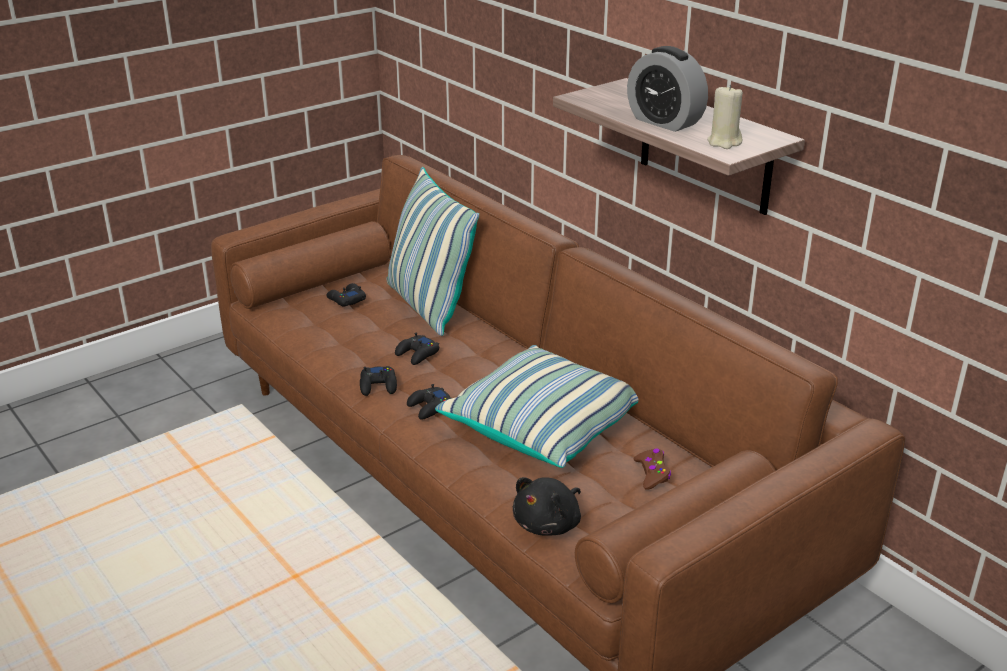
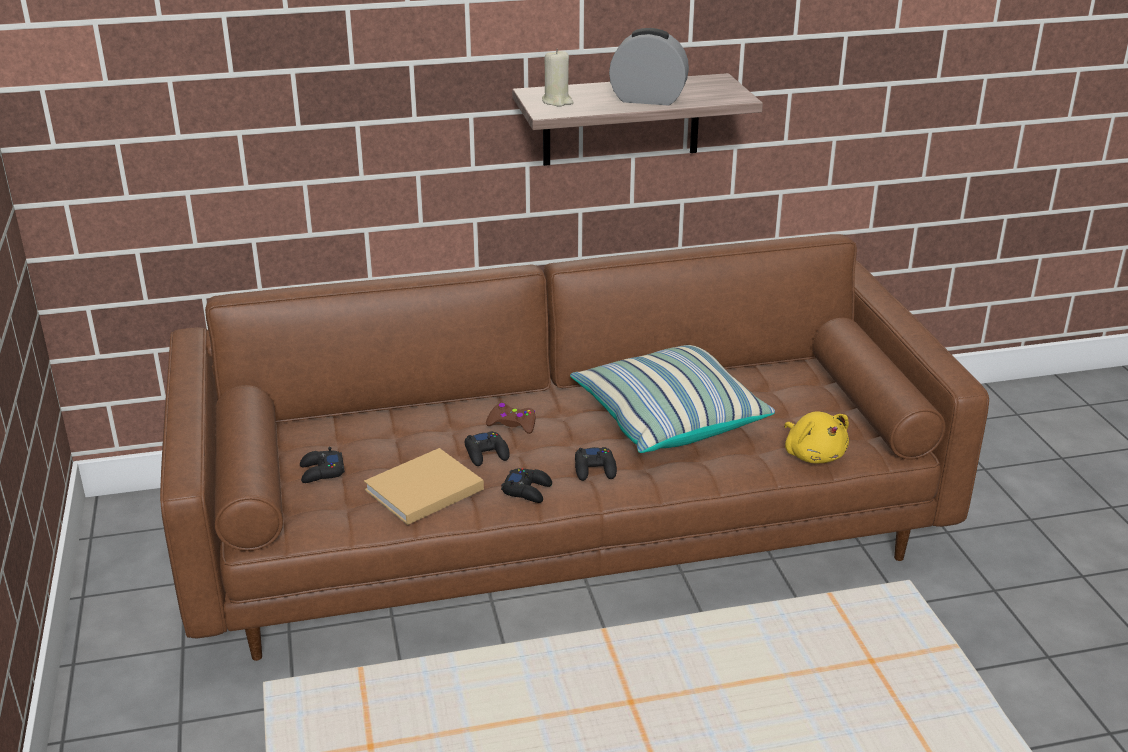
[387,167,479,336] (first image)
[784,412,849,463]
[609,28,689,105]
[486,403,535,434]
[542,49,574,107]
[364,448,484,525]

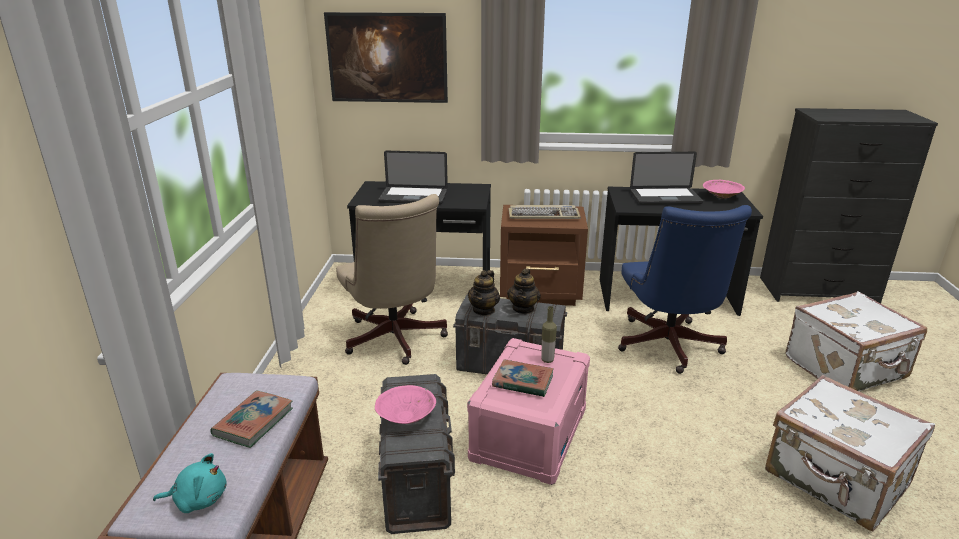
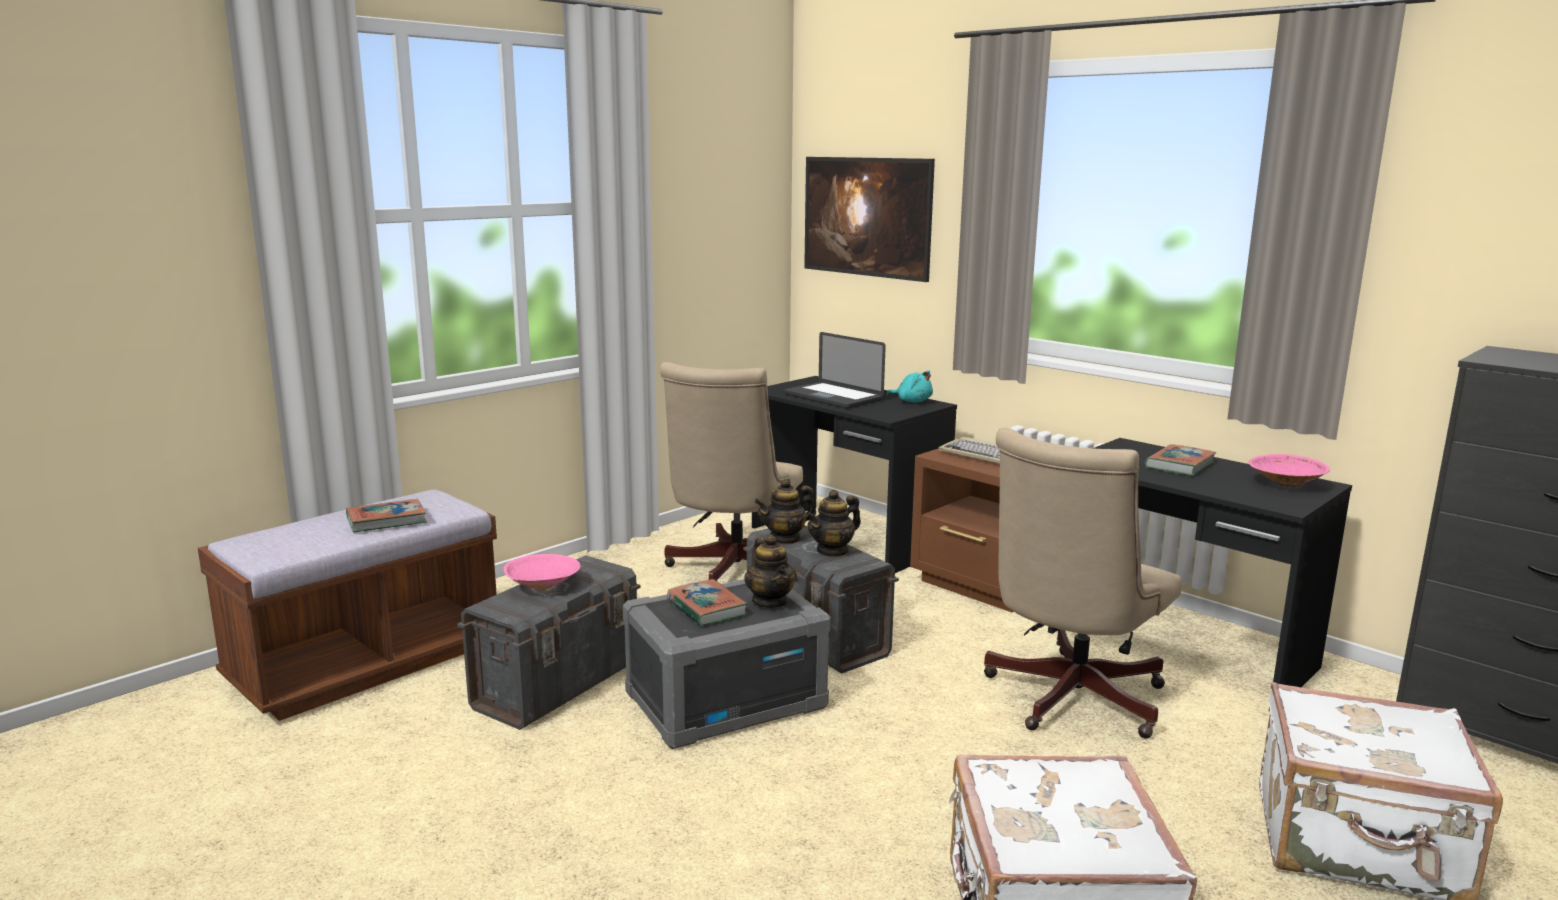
[886,371,933,402]
[622,579,831,749]
[744,534,797,609]
[984,428,1182,739]
[1145,444,1216,476]

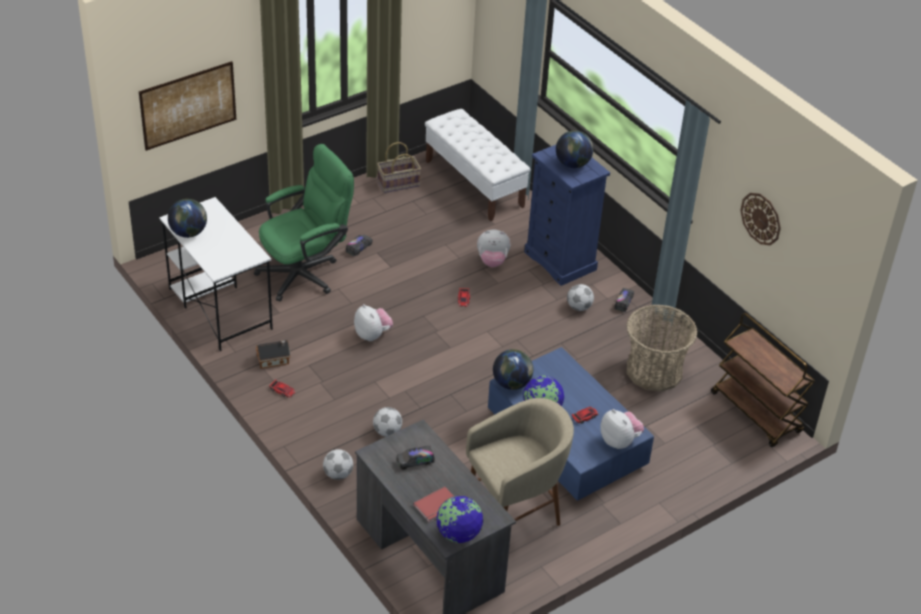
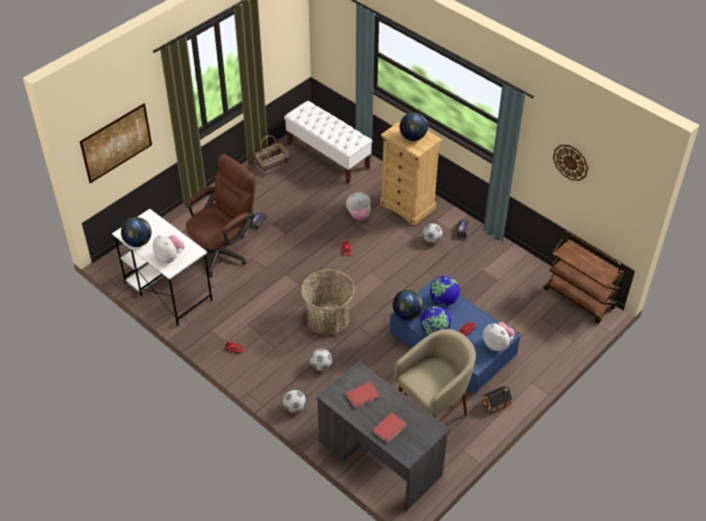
[186,154,256,277]
[482,386,513,414]
[153,235,185,263]
[345,382,380,409]
[430,276,460,306]
[380,120,442,226]
[301,269,355,336]

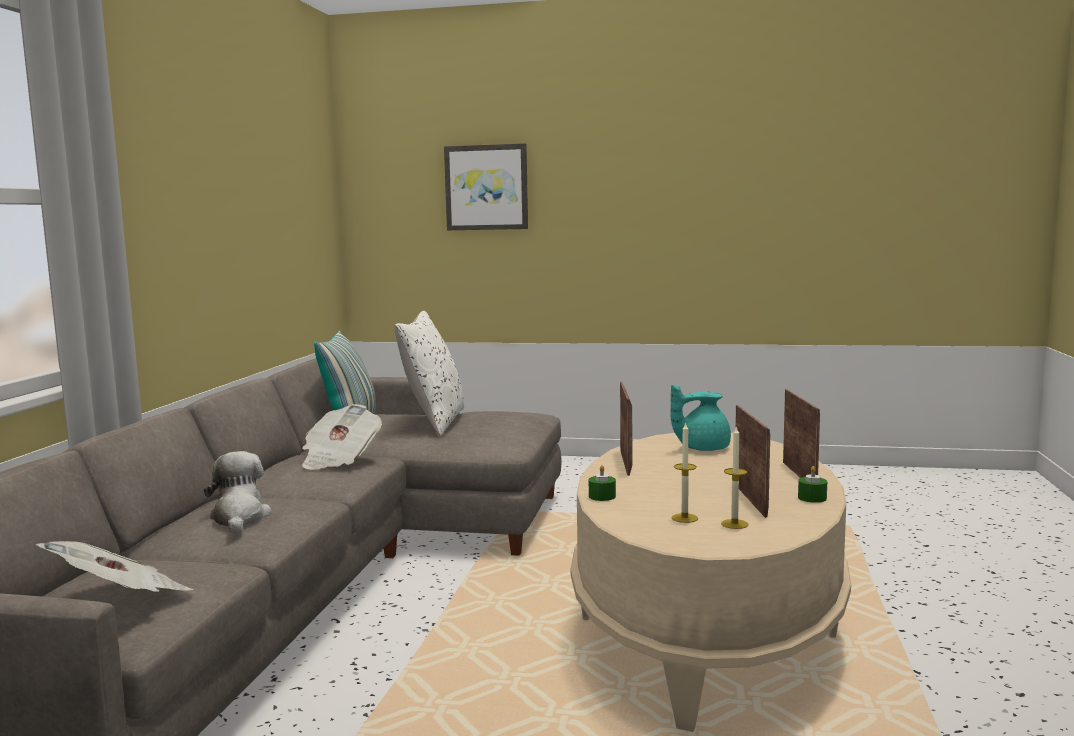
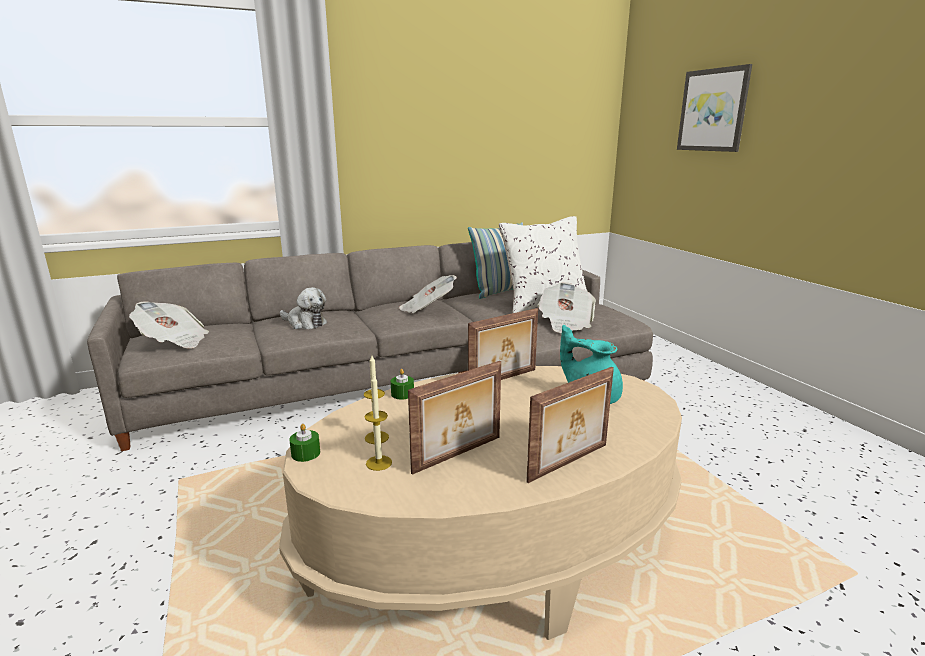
[280,287,327,329]
[289,424,320,462]
[538,282,596,333]

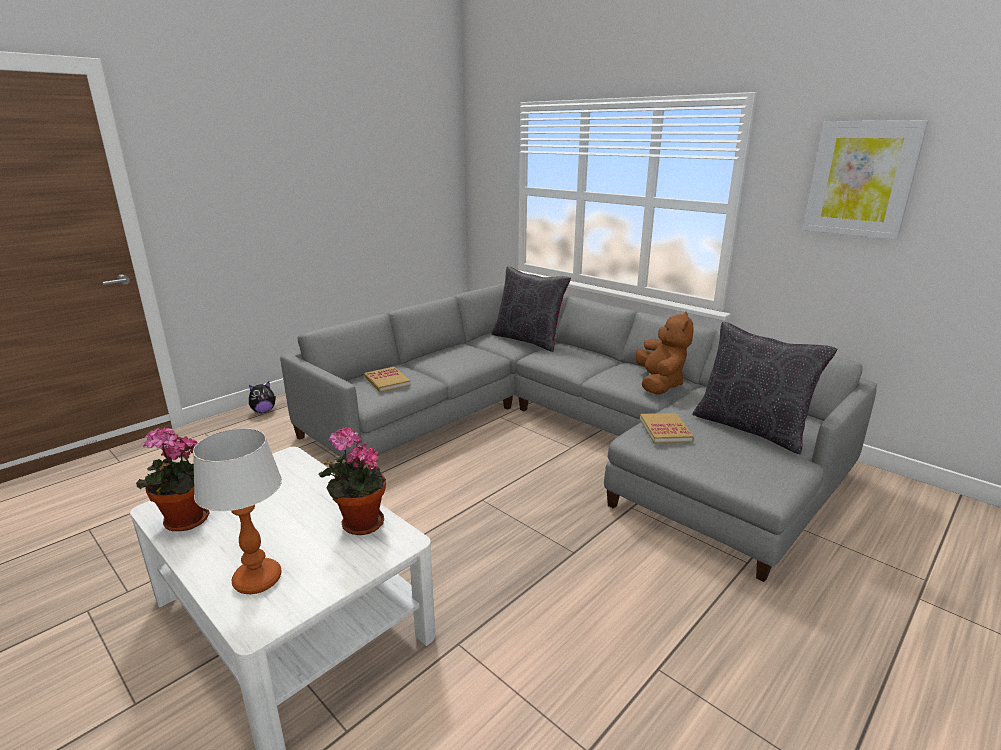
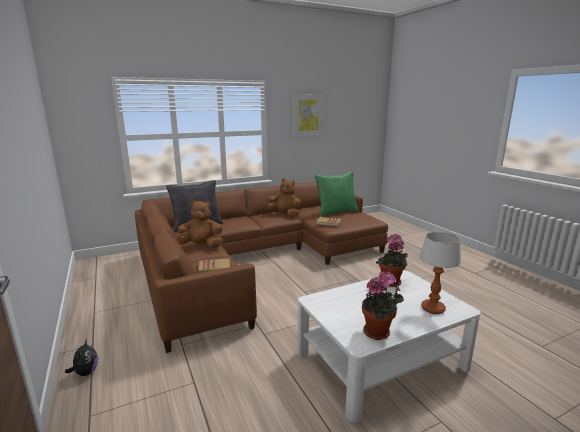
[135,182,388,353]
[315,172,359,216]
[176,200,223,248]

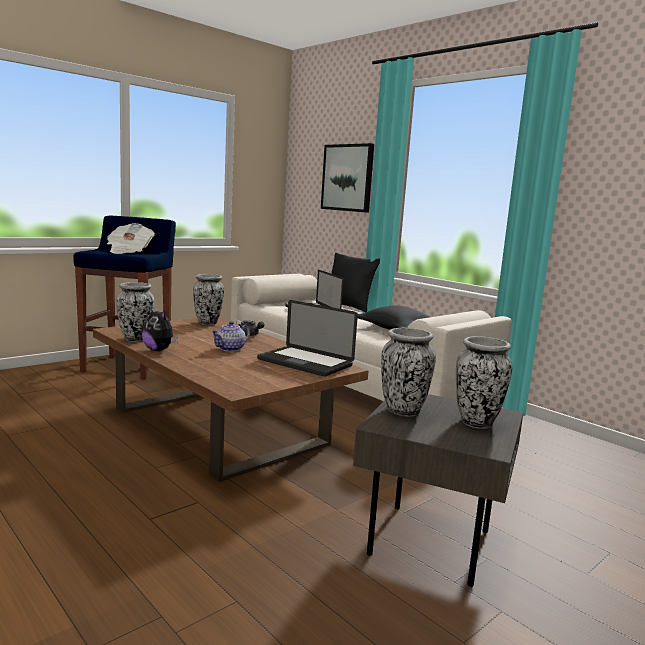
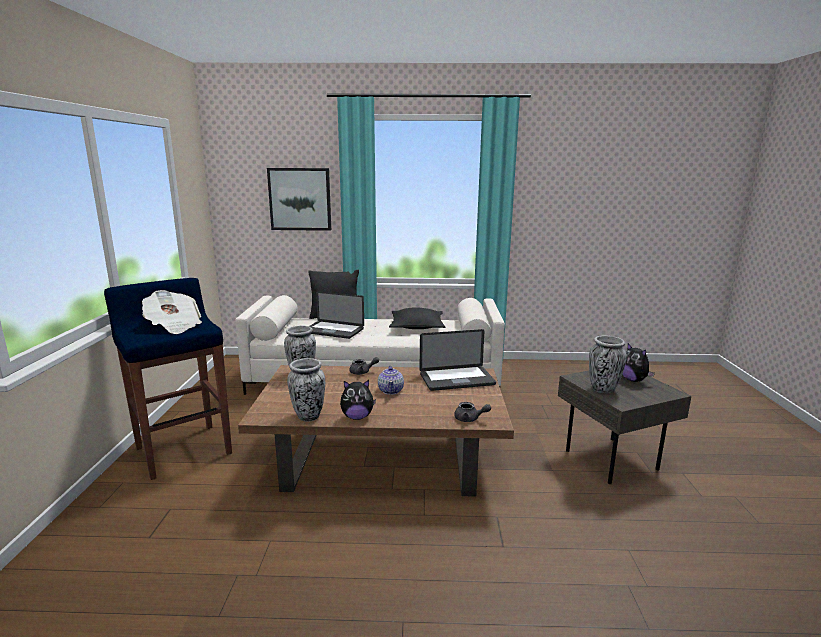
[622,343,655,382]
[454,402,491,422]

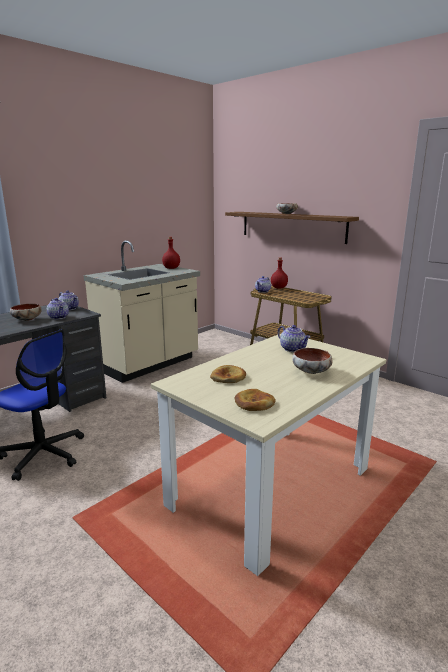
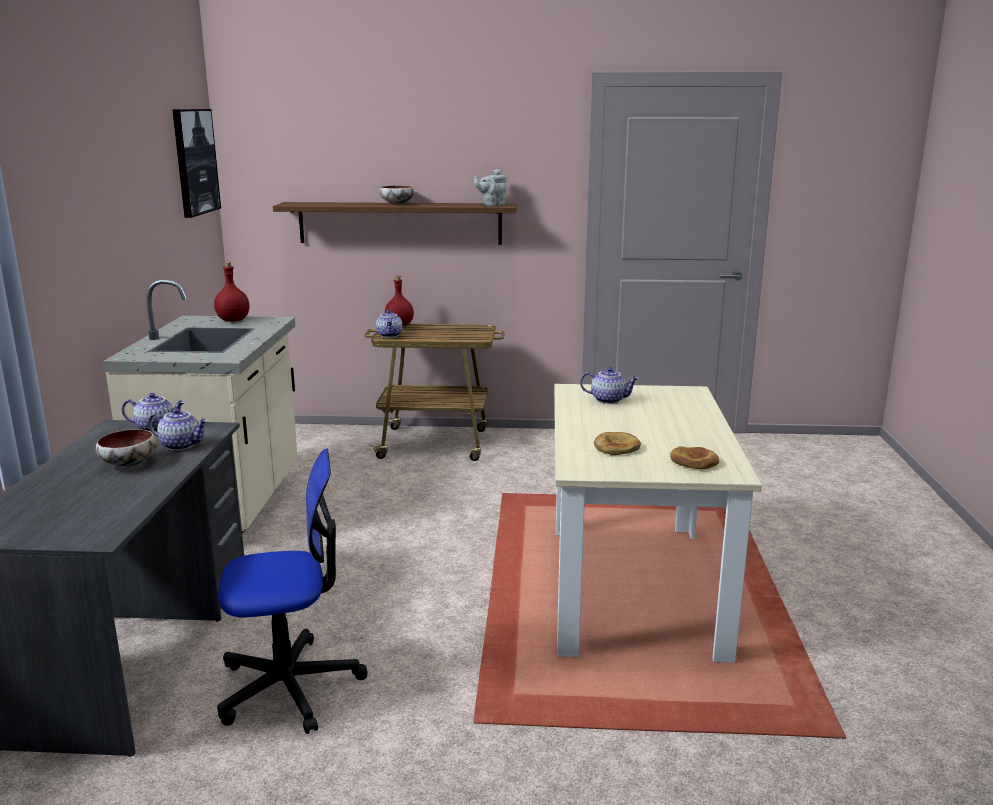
[292,348,332,374] (first image)
[173,109,221,218]
[474,169,507,206]

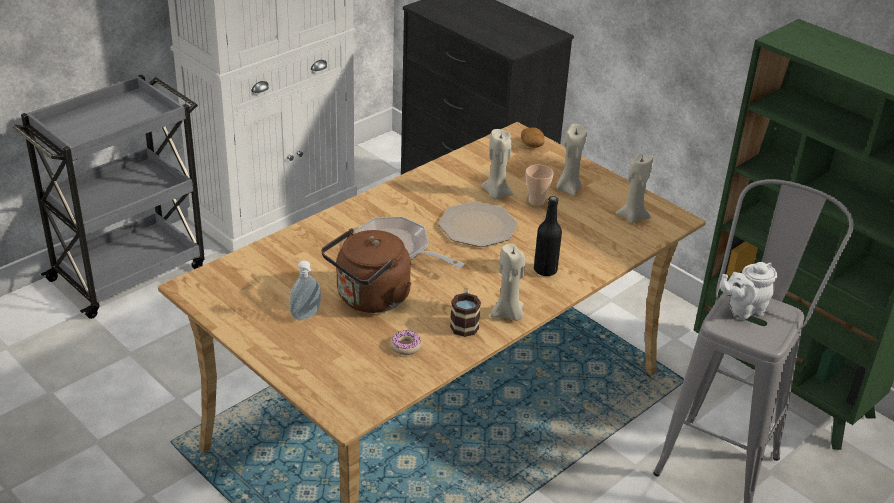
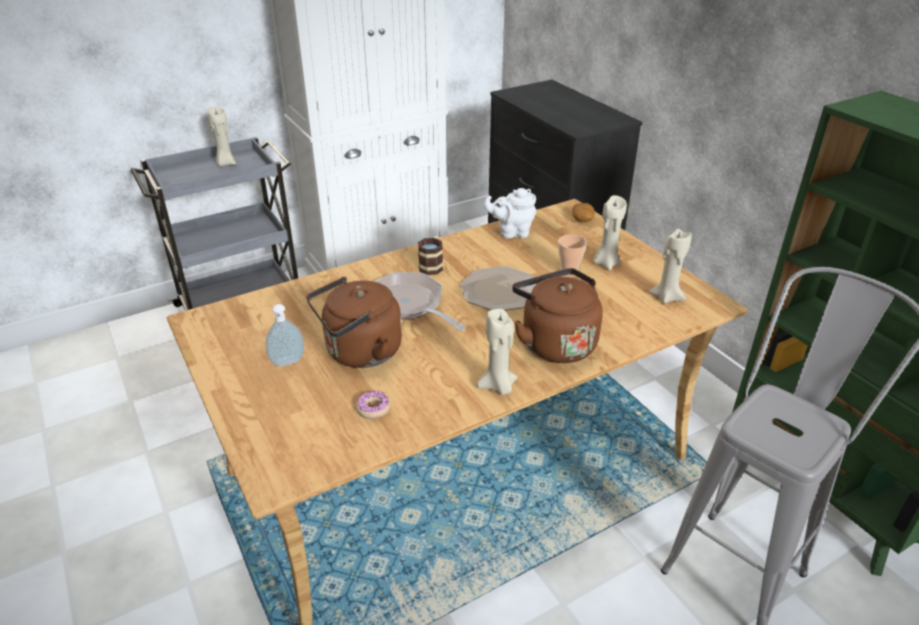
[418,236,443,275]
[208,107,236,167]
[512,268,603,363]
[484,188,536,238]

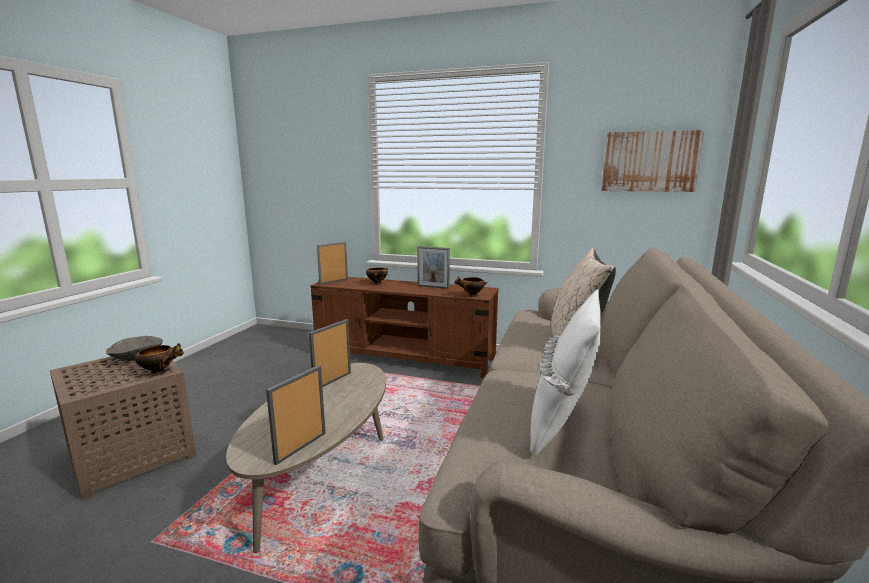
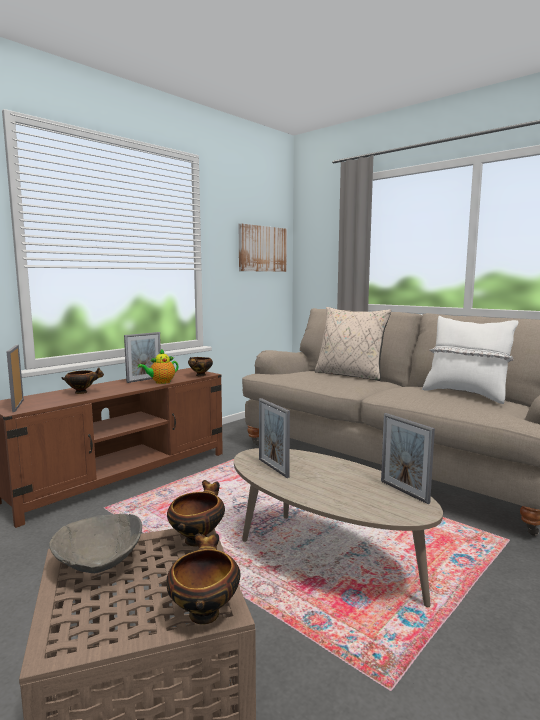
[138,349,178,384]
[166,533,241,624]

